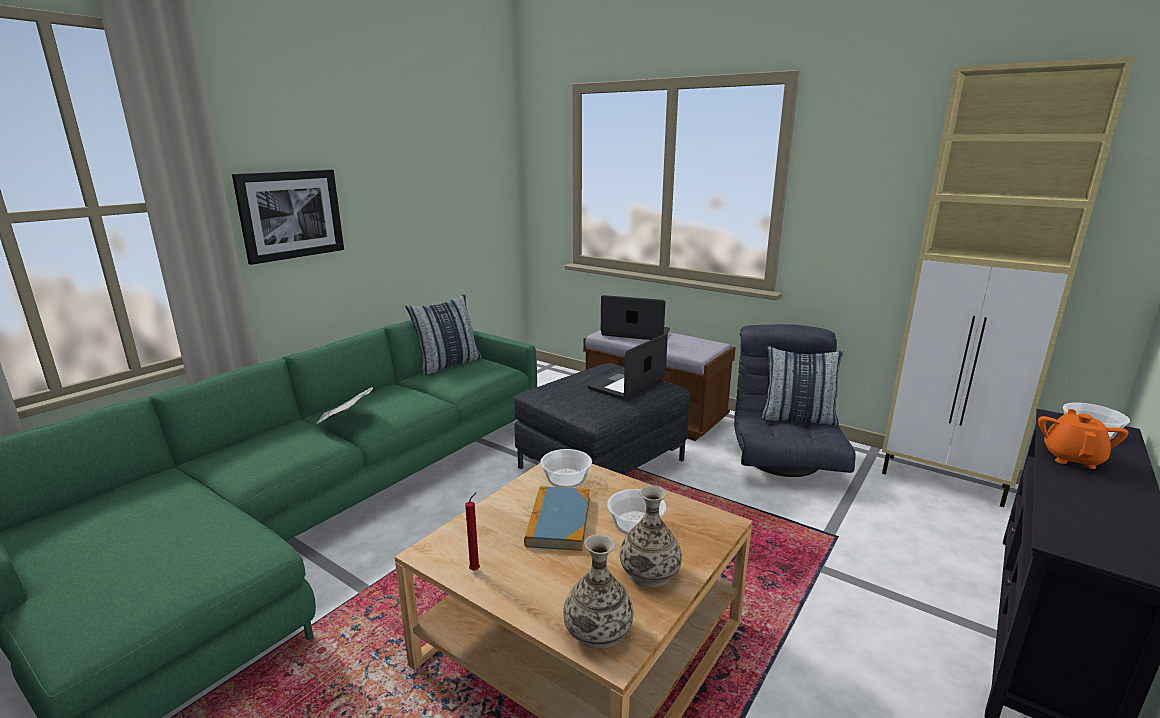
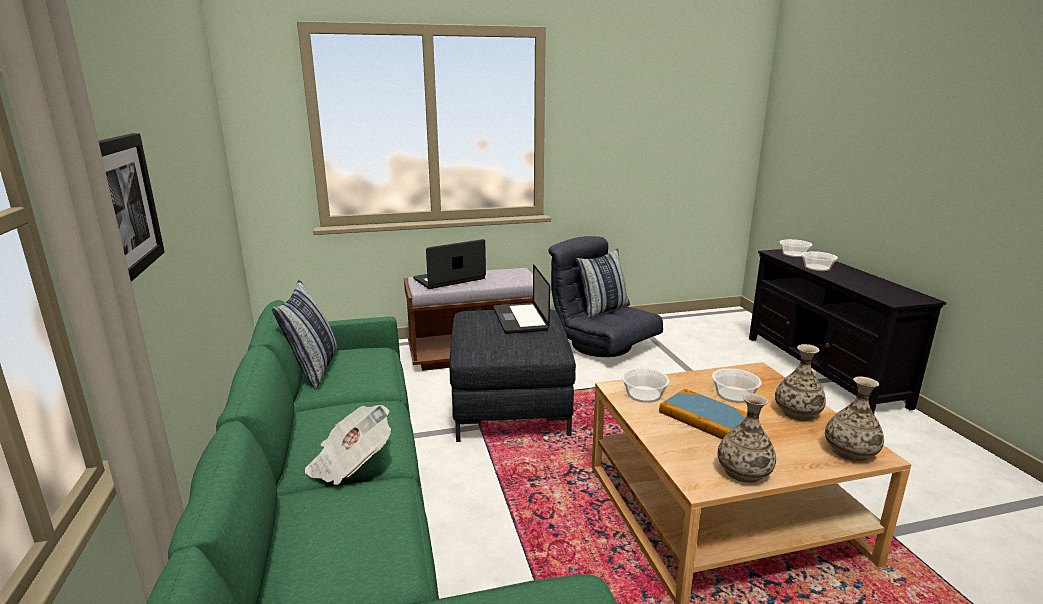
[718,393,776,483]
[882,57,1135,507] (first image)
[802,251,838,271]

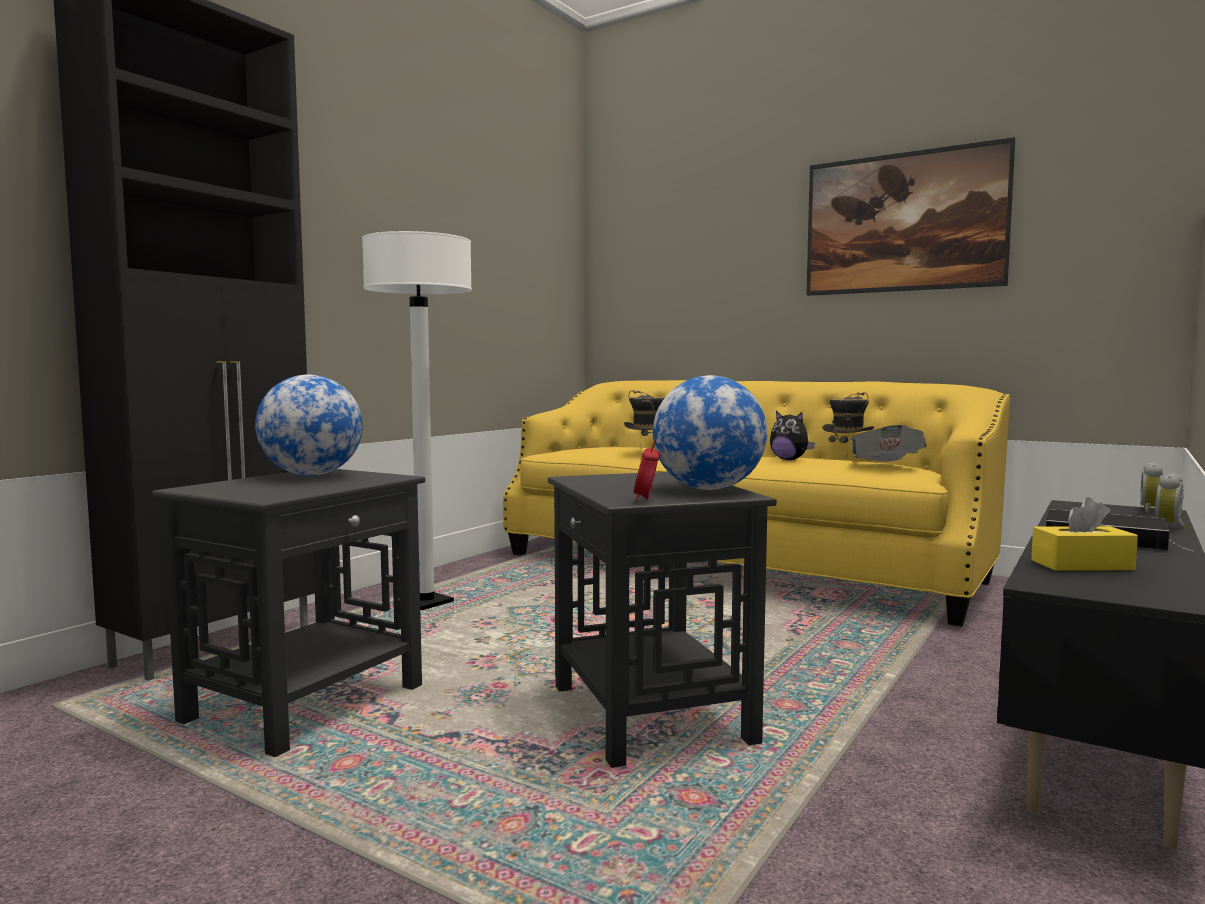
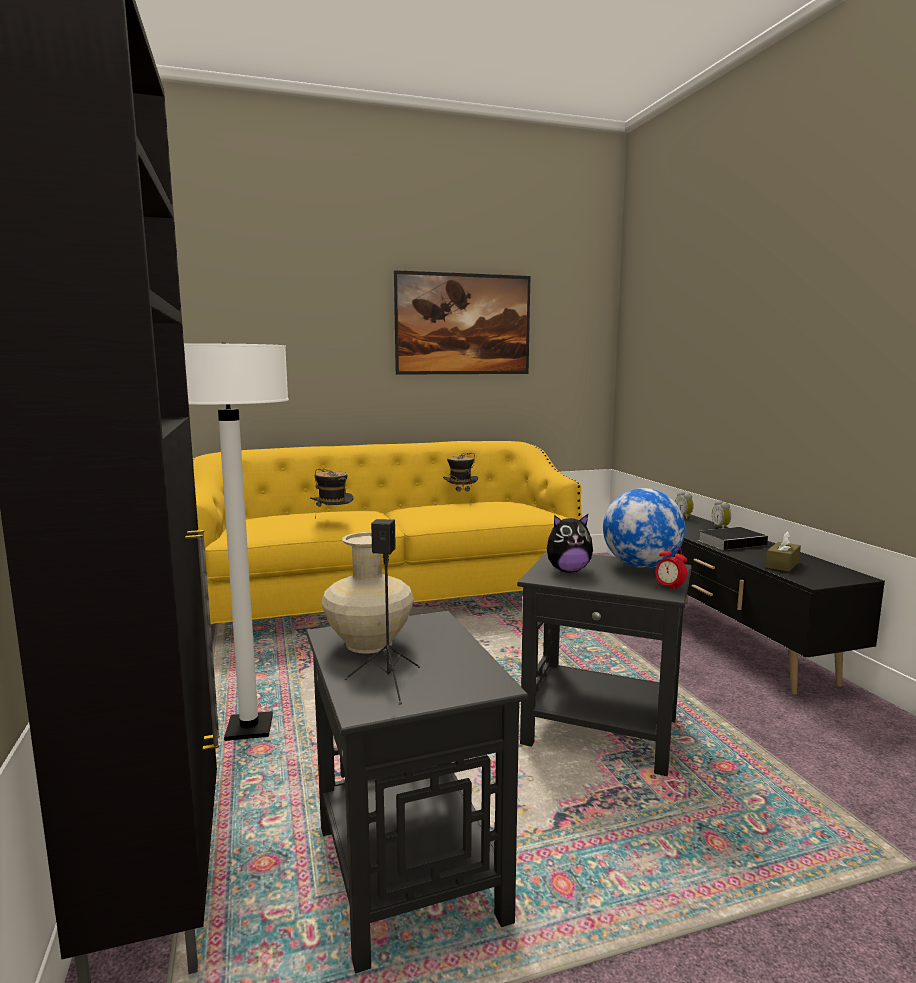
[322,532,414,654]
[547,514,593,572]
[850,425,927,462] (first image)
[766,531,801,572]
[345,519,420,705]

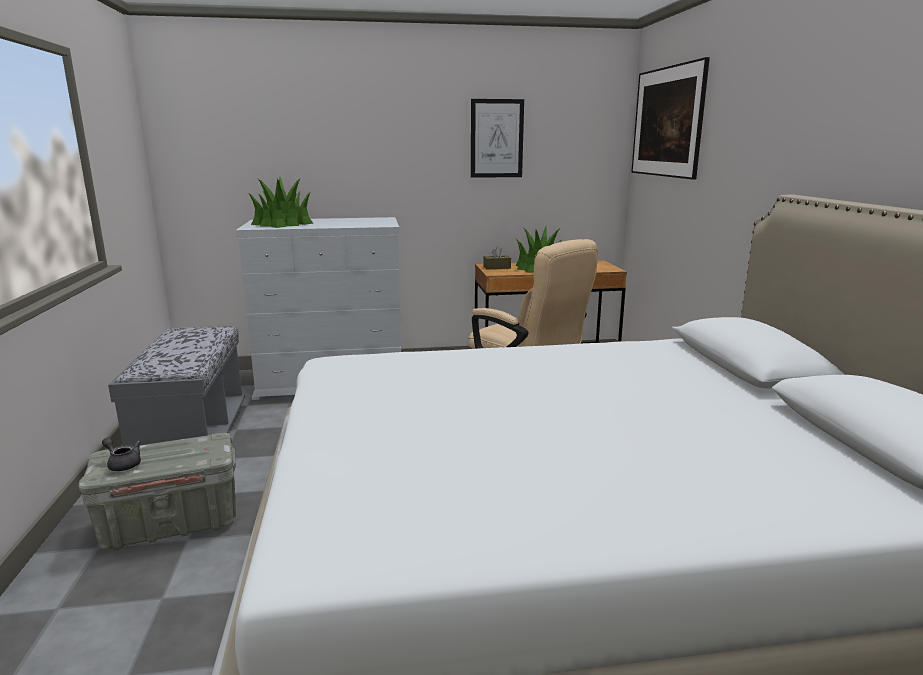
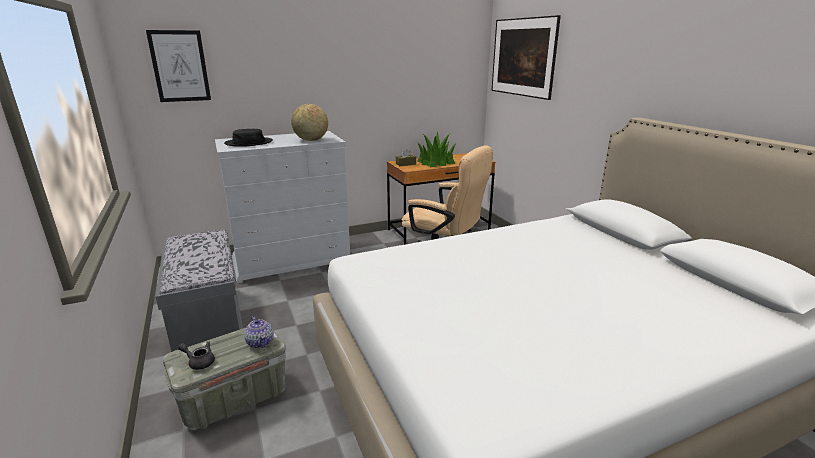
[224,129,273,147]
[146,30,211,102]
[244,316,274,348]
[291,104,328,141]

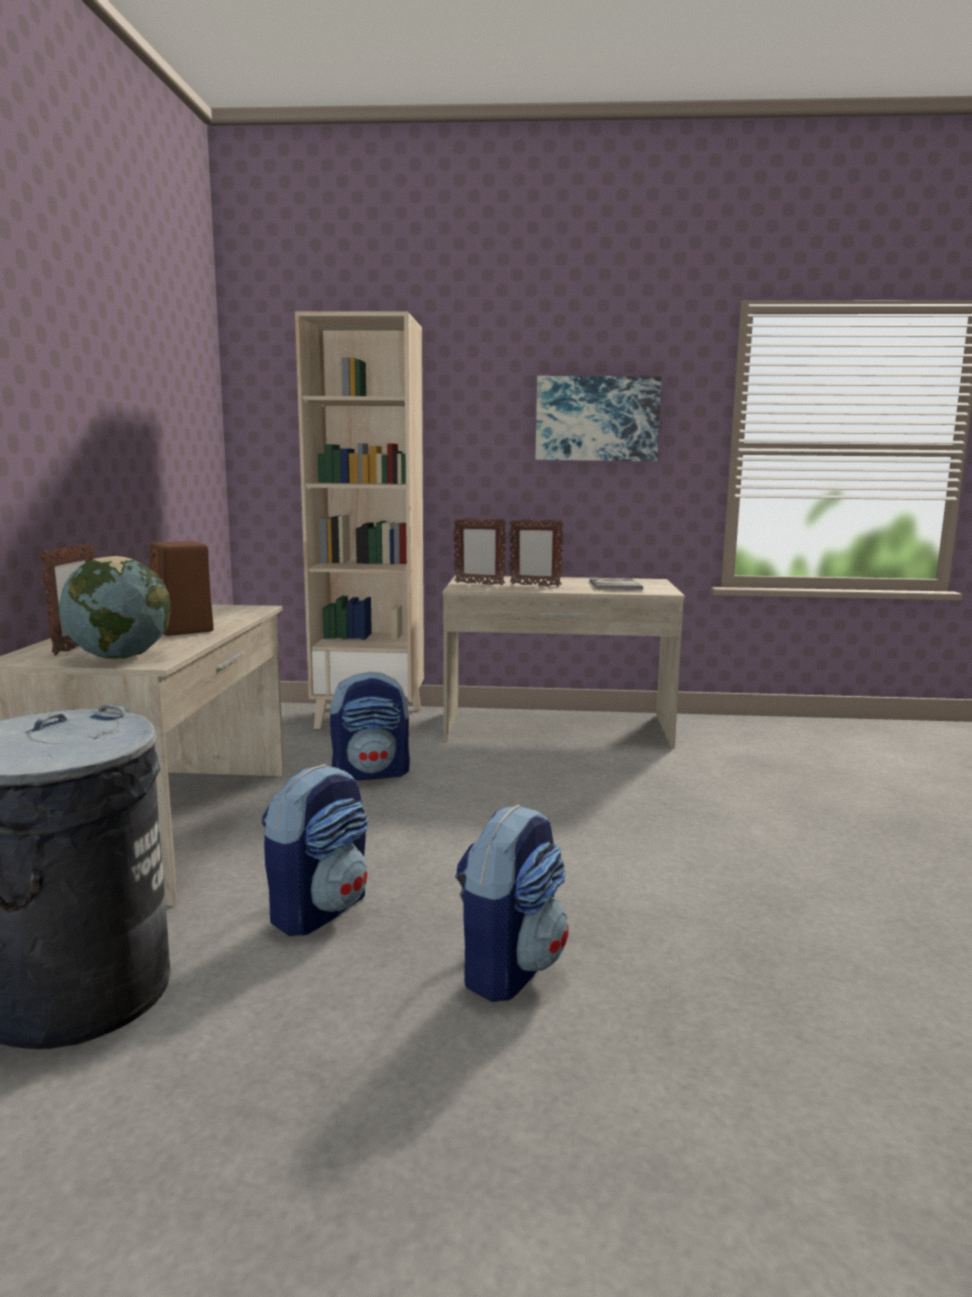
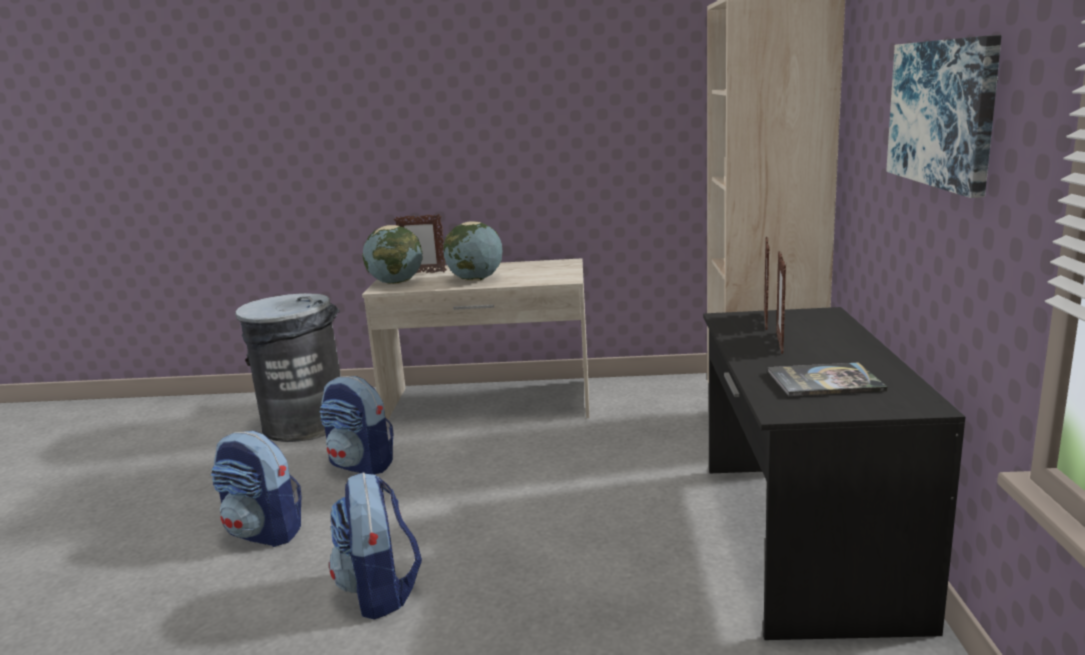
[443,221,502,281]
[329,473,422,620]
[703,307,965,640]

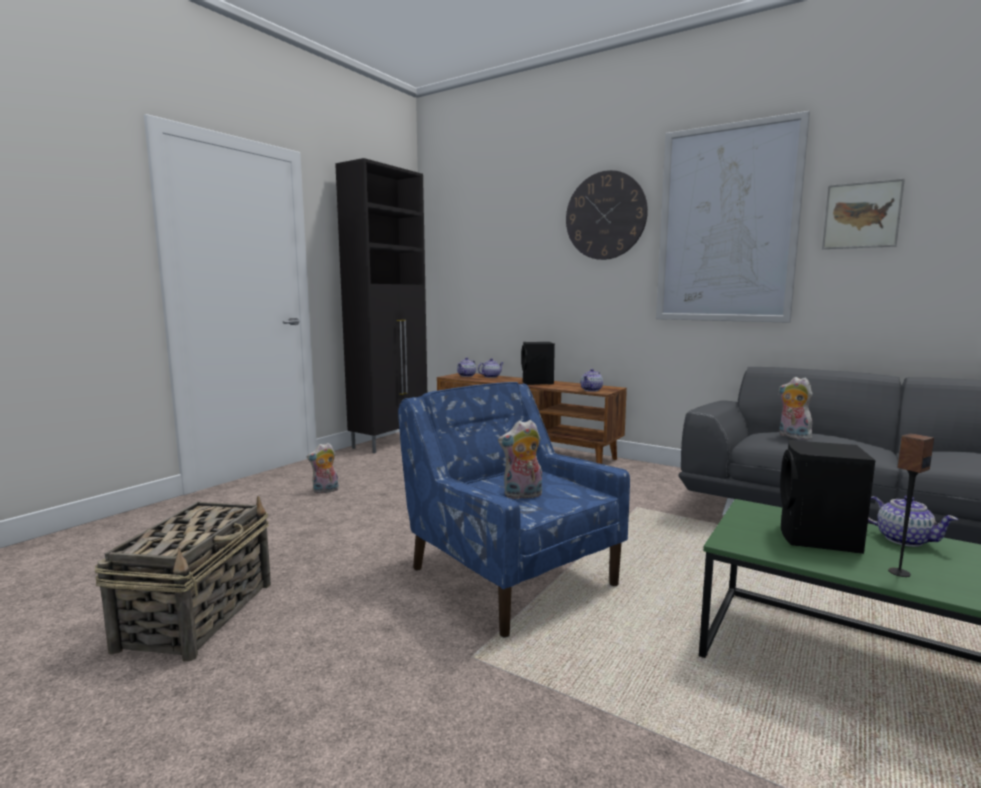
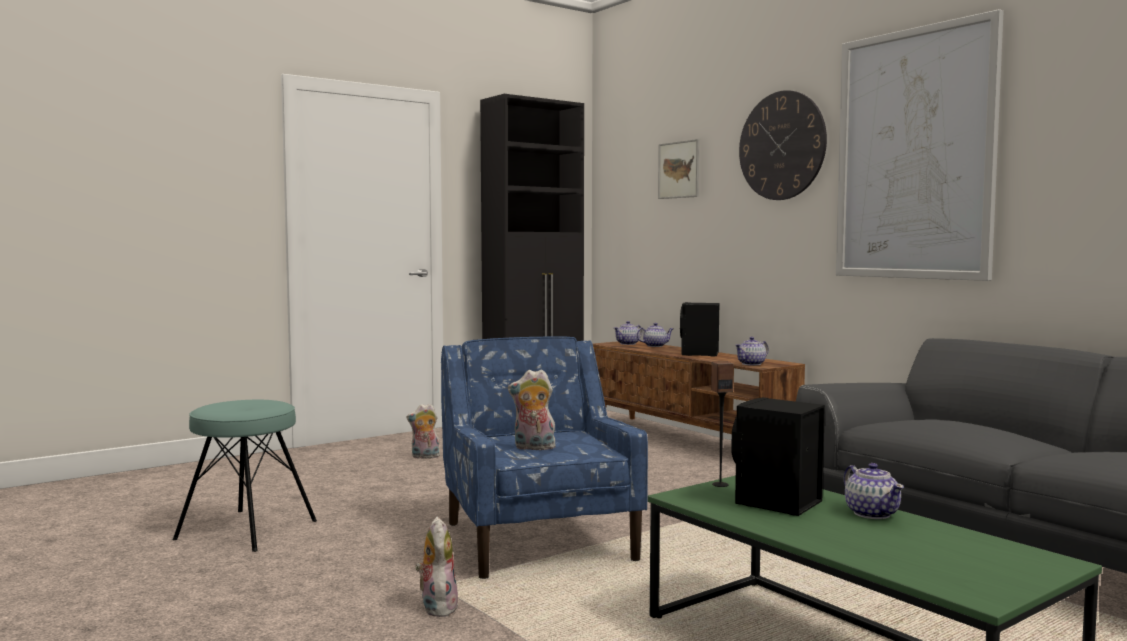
[172,400,317,552]
[416,517,458,617]
[658,139,699,199]
[711,361,733,487]

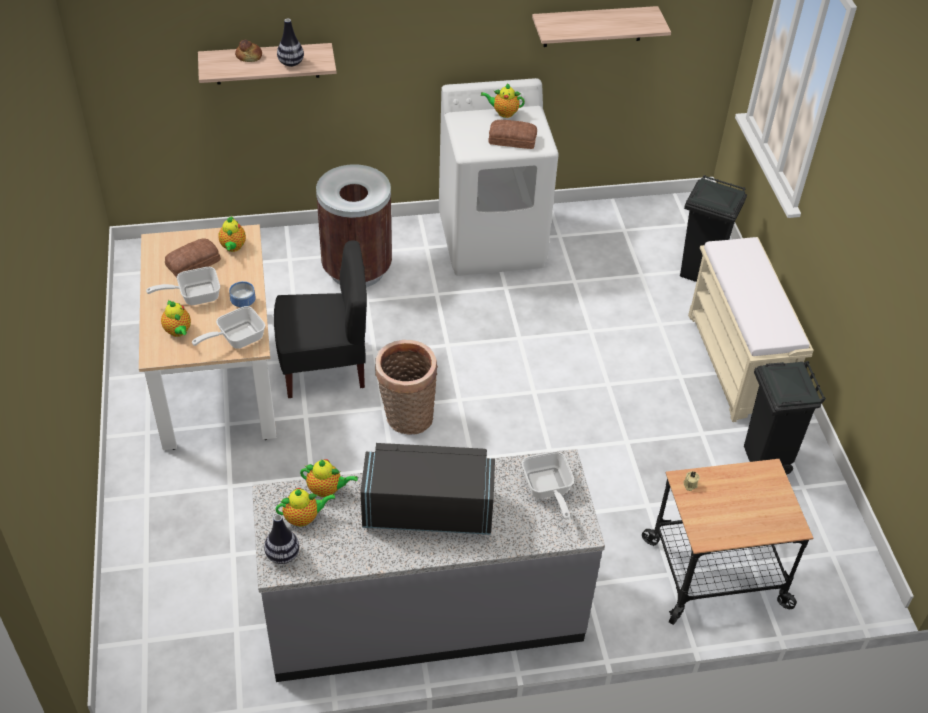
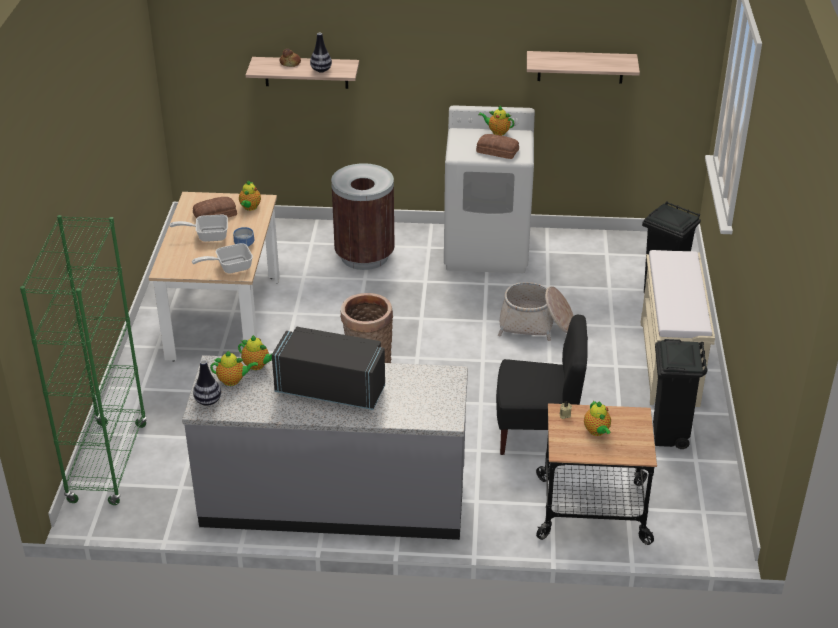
[584,401,611,436]
[496,315,588,455]
[522,451,575,520] (first image)
[20,215,147,505]
[498,282,574,341]

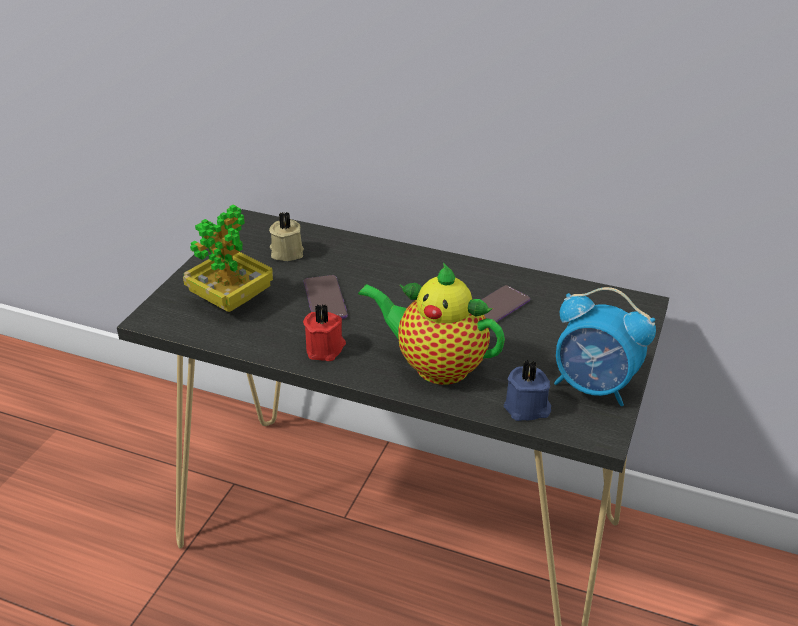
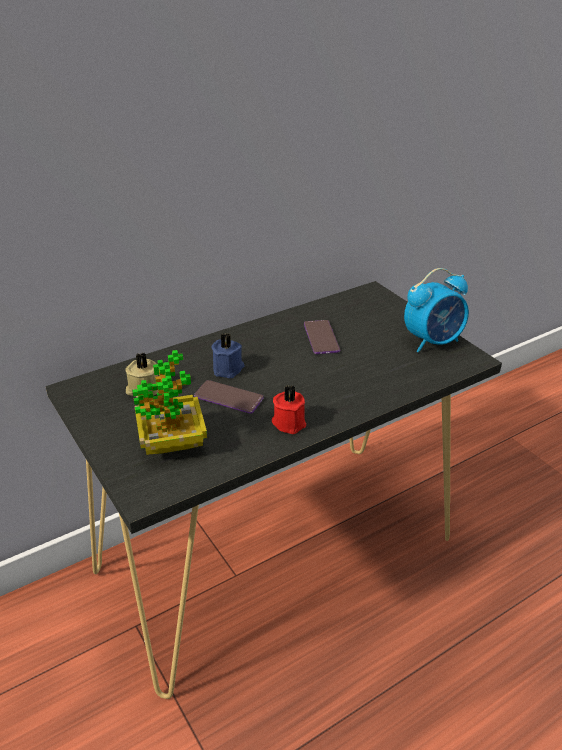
[358,263,505,385] (first image)
[212,334,245,378]

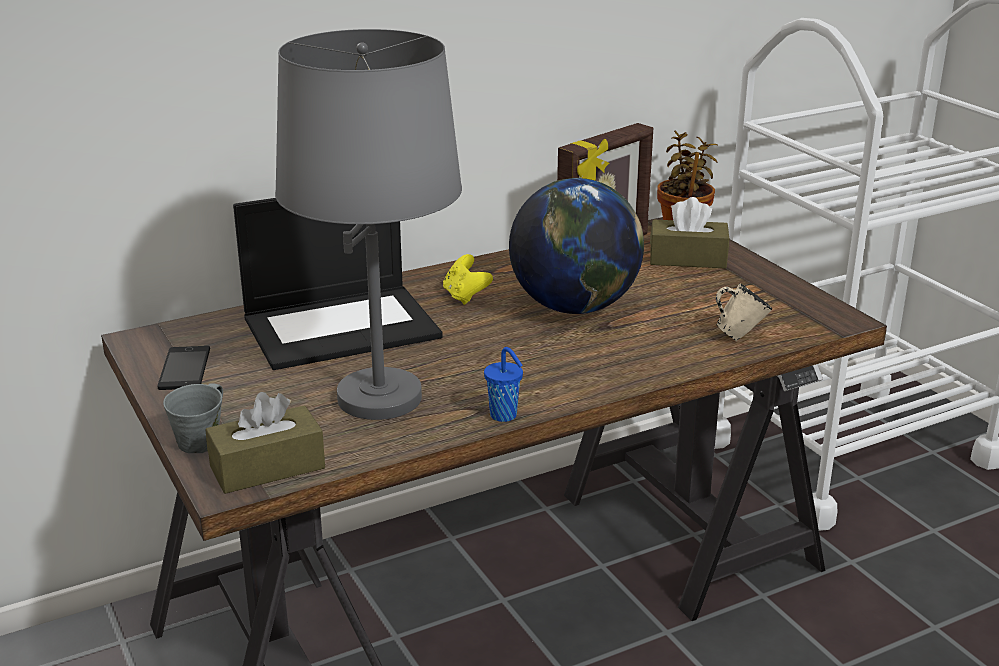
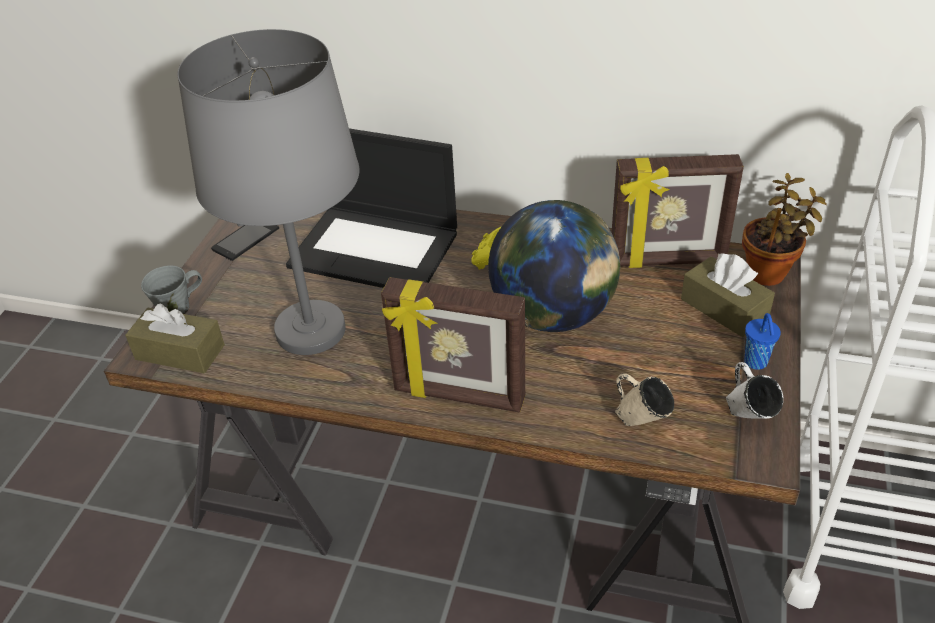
[744,313,781,370]
[381,277,525,412]
[726,362,784,419]

